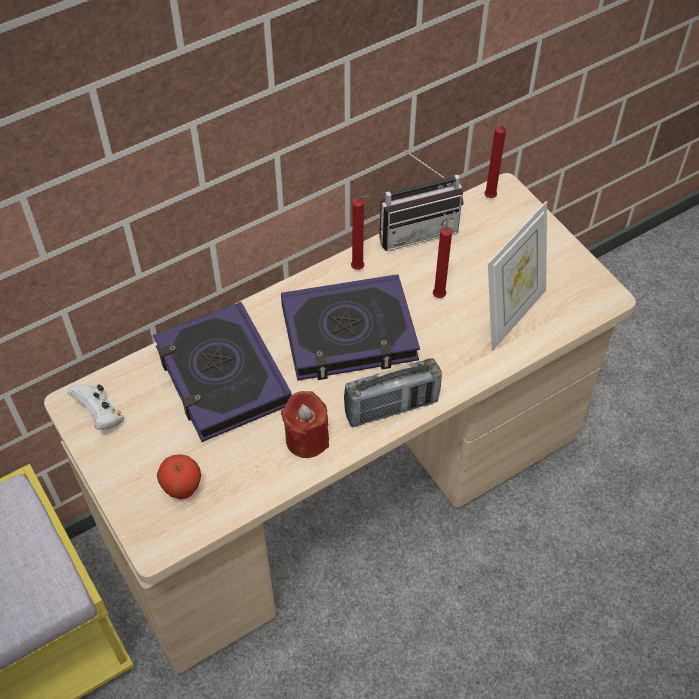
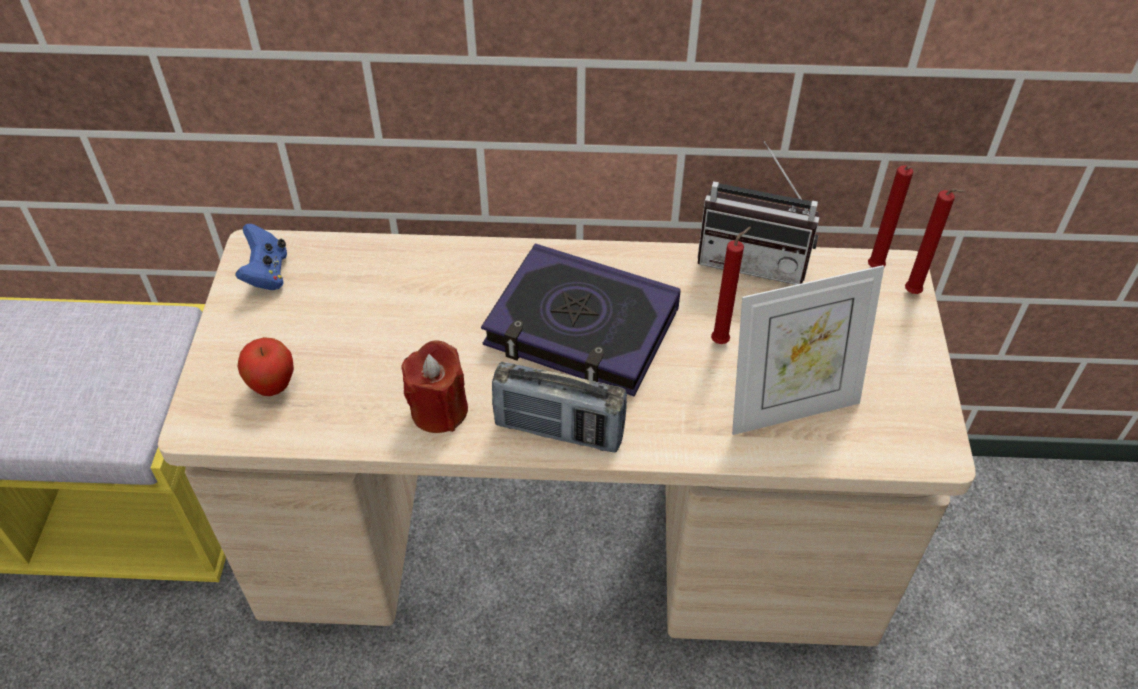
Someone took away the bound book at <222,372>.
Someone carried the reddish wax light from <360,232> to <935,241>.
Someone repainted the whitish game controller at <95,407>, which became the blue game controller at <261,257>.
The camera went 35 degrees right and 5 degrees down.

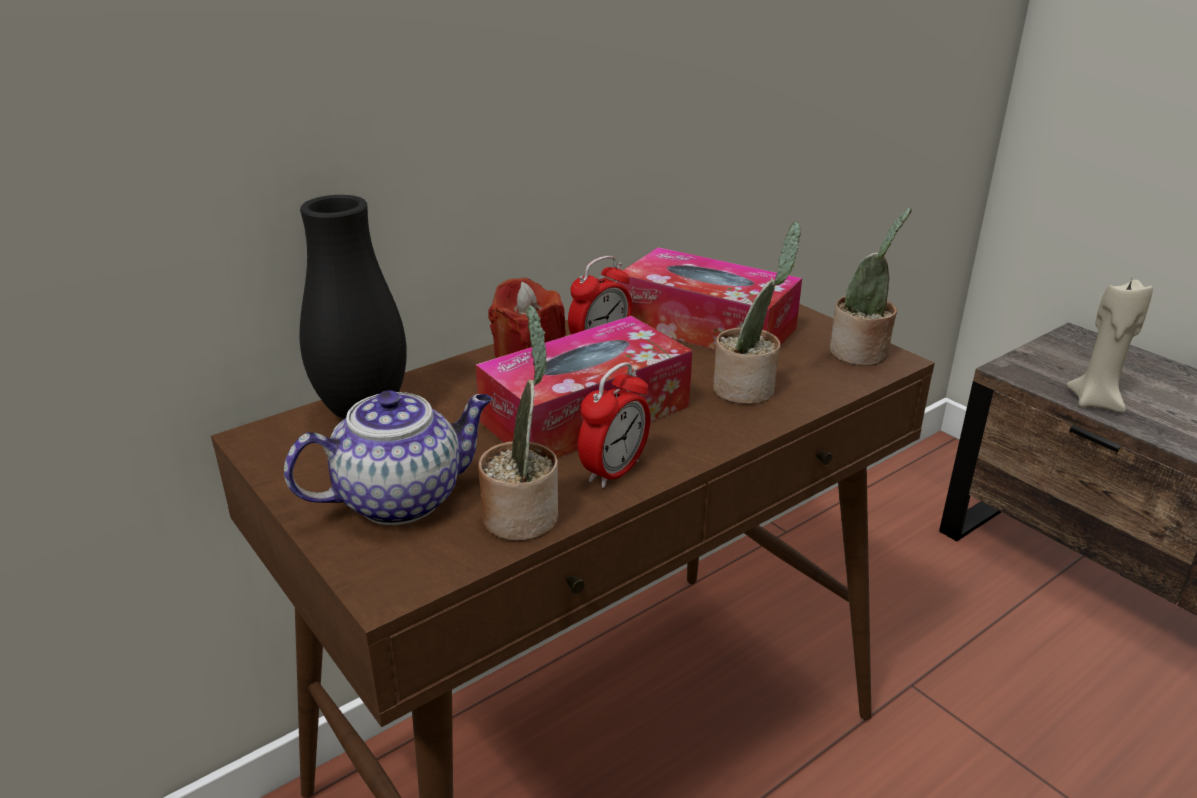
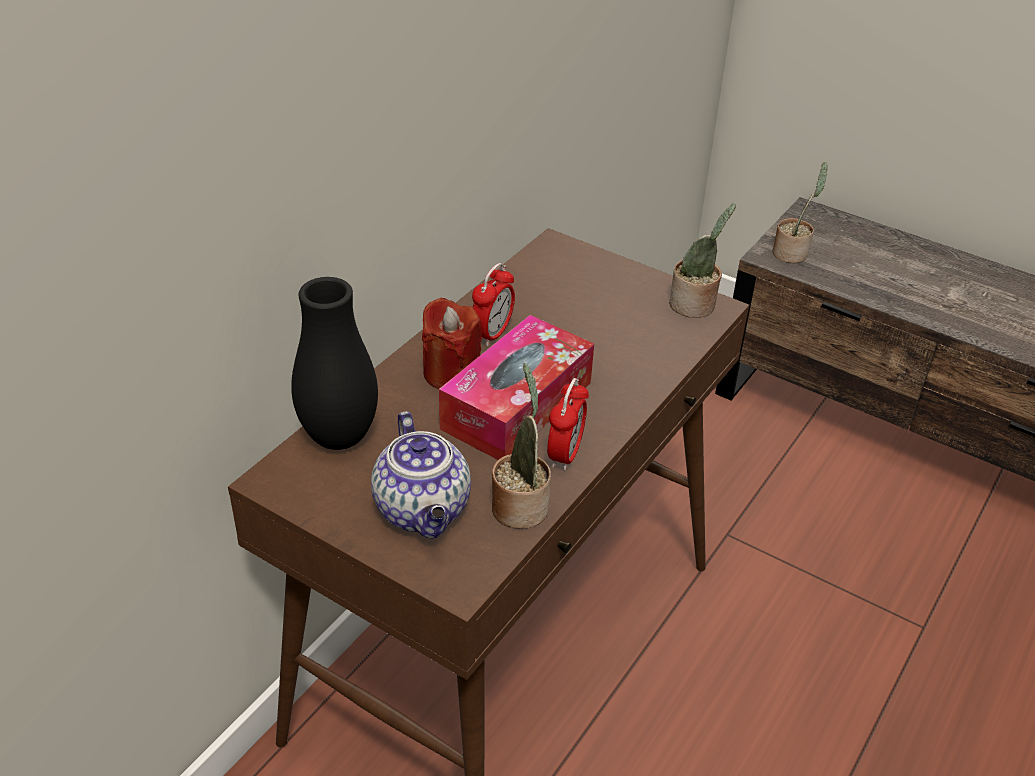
Someone took away the tissue holder at <710,298>.
Someone took away the beige-coloured wax light at <1109,345>.
Someone carried the potted plant from <757,313> to <800,212>.
Someone rotated the pot for tea at <388,457> by 120 degrees clockwise.
The camera went 20 degrees left and 10 degrees up.

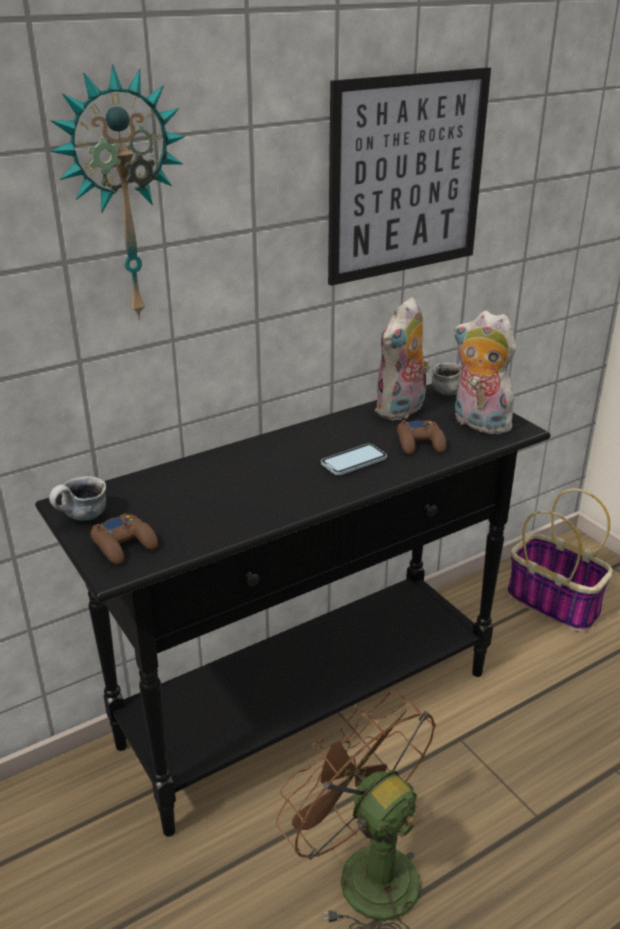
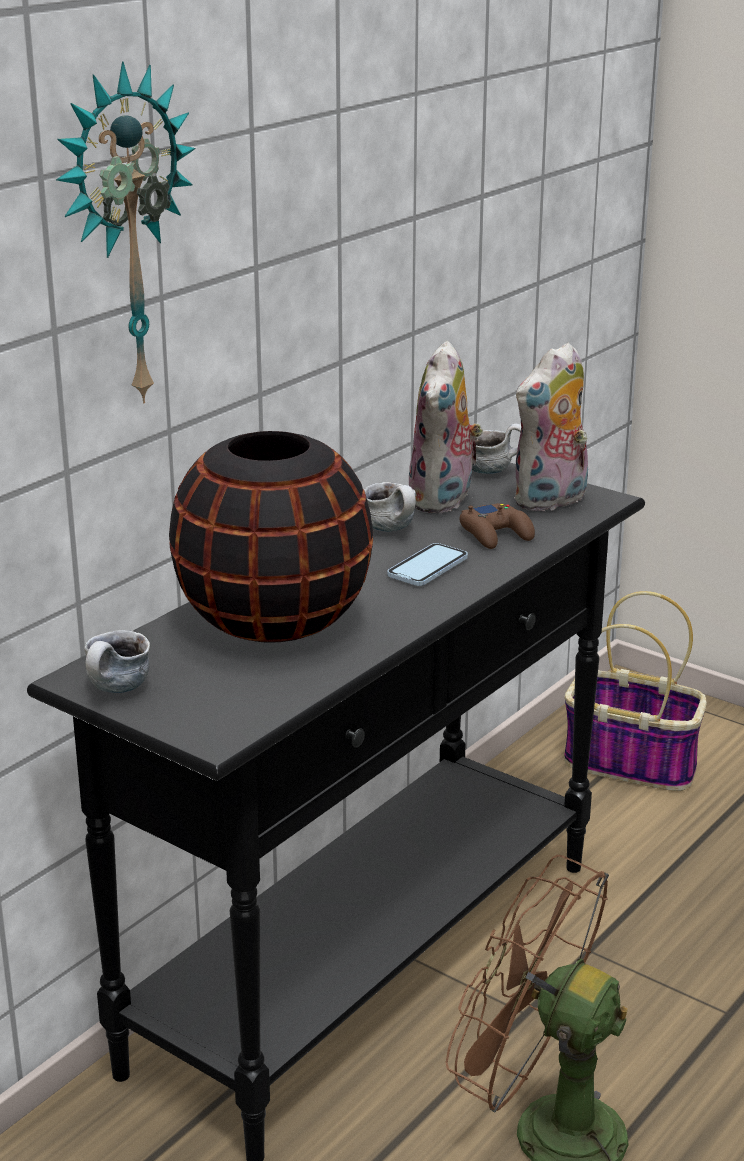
Someone took away the brown game controller at <124,539>.
Someone took away the wall art at <409,176>.
Someone put down the blackish decorative vase at <271,537>.
Someone put down the mug at <390,507>.
Someone rotated the plush toy at <484,373> by 60 degrees counterclockwise.
The camera went 20 degrees left and 5 degrees down.

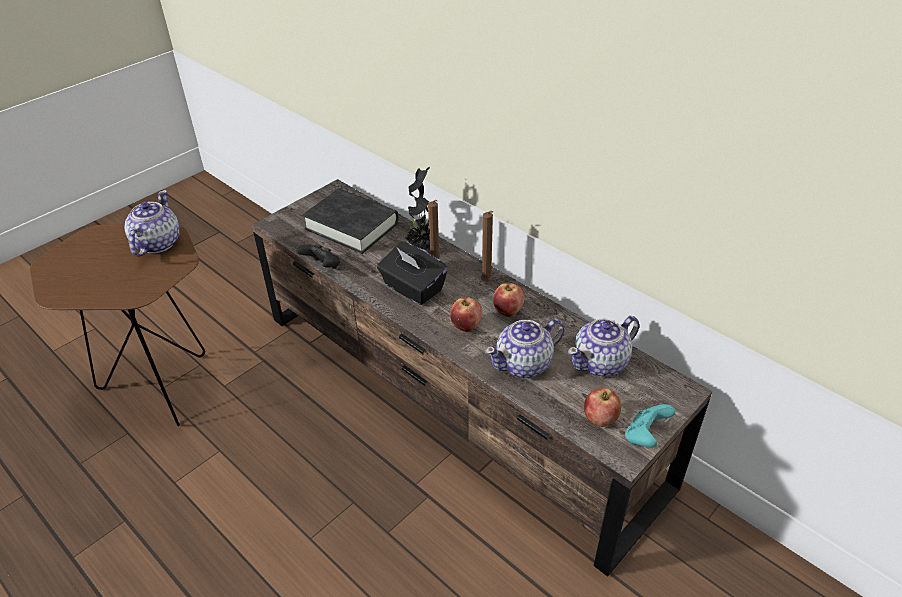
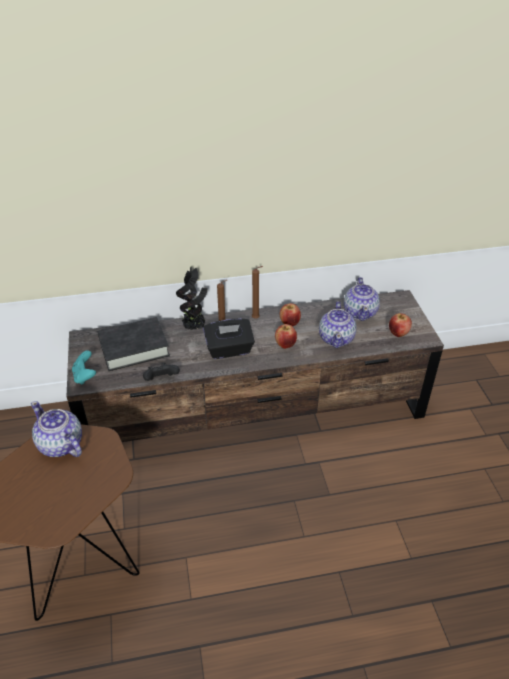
Someone carried the turquoise-coloured game controller from <650,426> to <84,367>.
The camera went 55 degrees left and 0 degrees up.

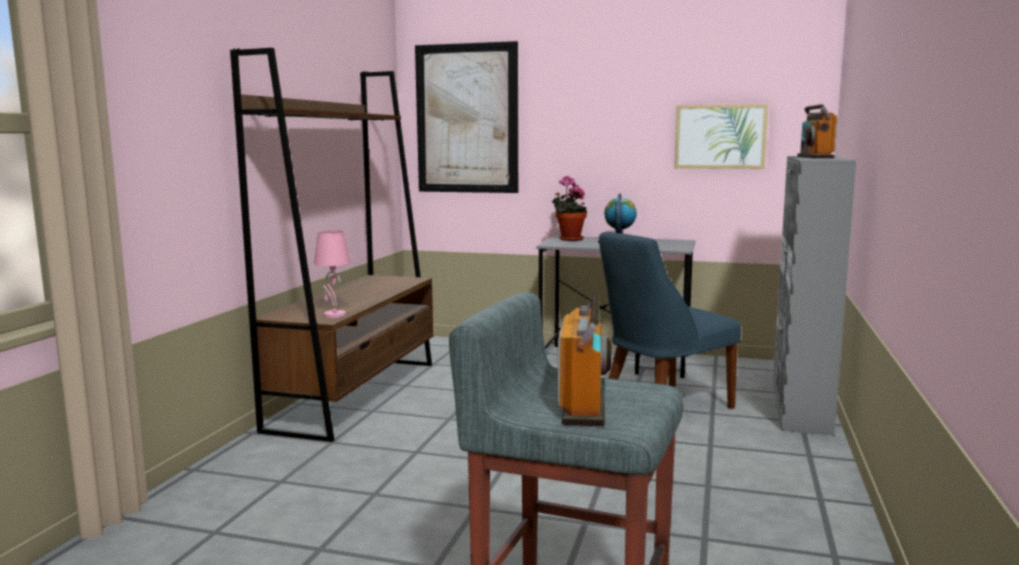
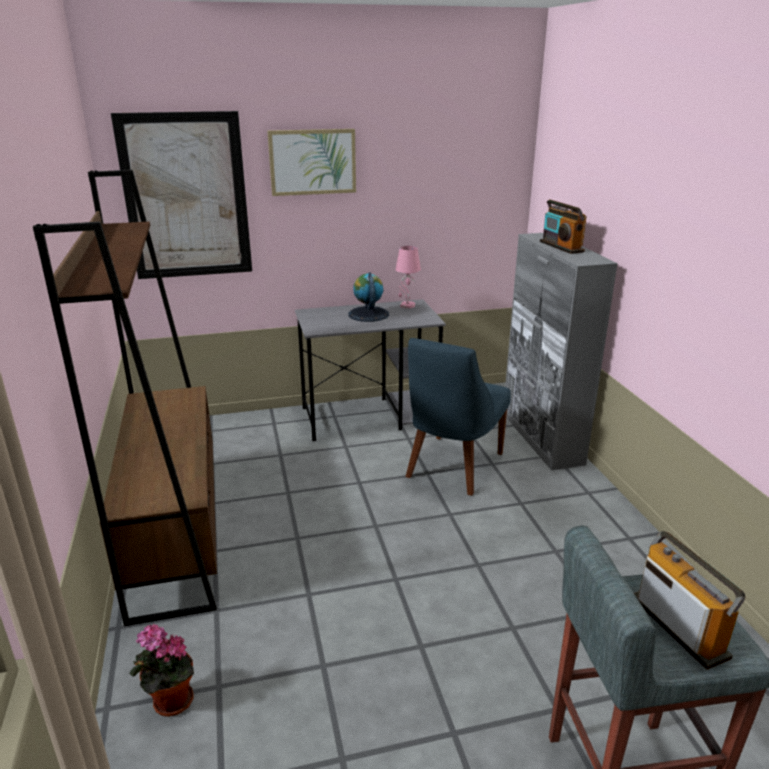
Someone carried the pink-coloured tabletop lamp from <332,274> to <408,277>.
Someone carried the potted plant from <569,208> to <161,670>.
Someone carried the wall art from <721,136> to <311,162>.
The camera went 30 degrees left and 15 degrees up.

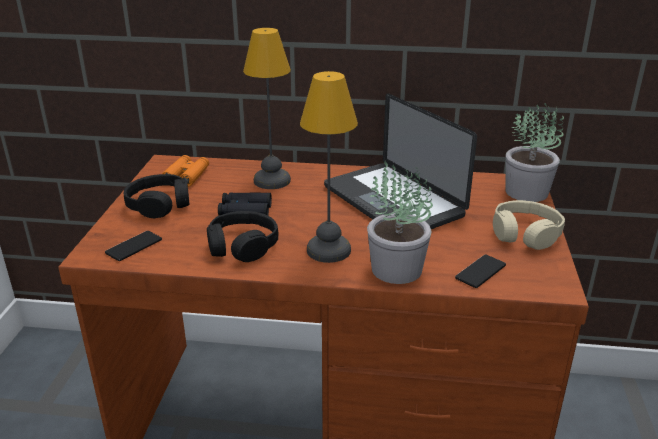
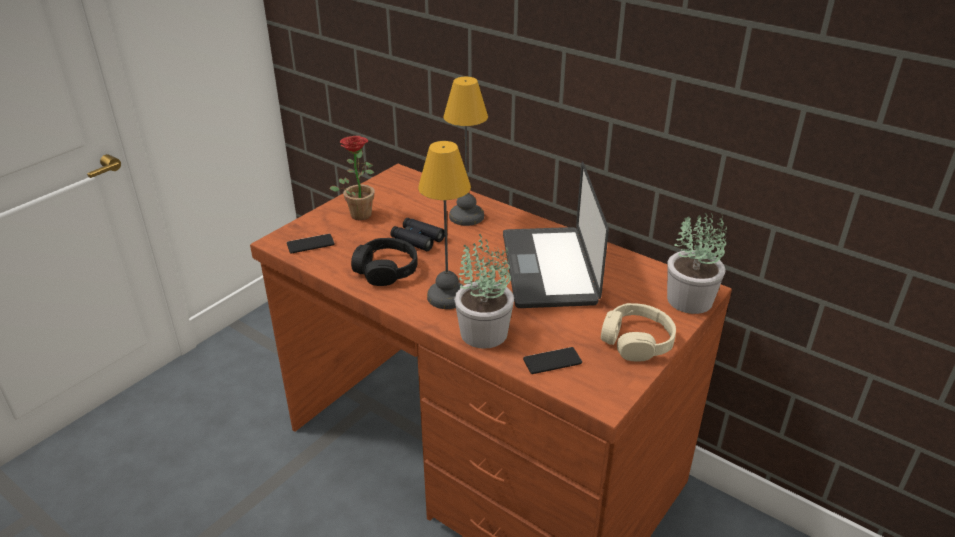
Someone took away the orange-coloured field glasses at <185,171>.
Someone swapped the blackish headset at <157,196> for the potted plant at <352,178>.
The camera went 30 degrees right and 5 degrees up.

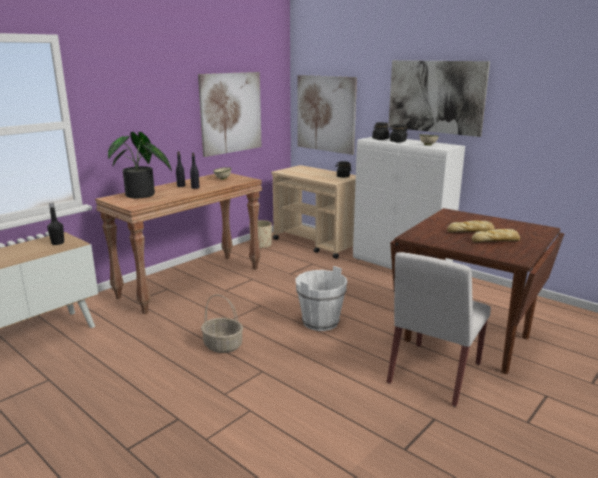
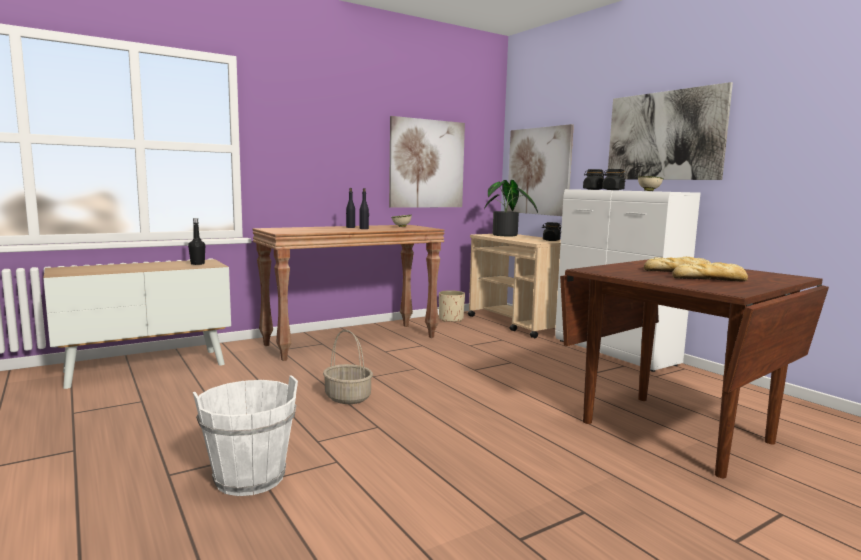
Someone took away the whitish chair at <439,329>.
Someone carried the potted plant from <140,165> to <511,208>.
Someone carried the whitish bucket from <321,298> to <245,435>.
The camera went 15 degrees right and 10 degrees down.

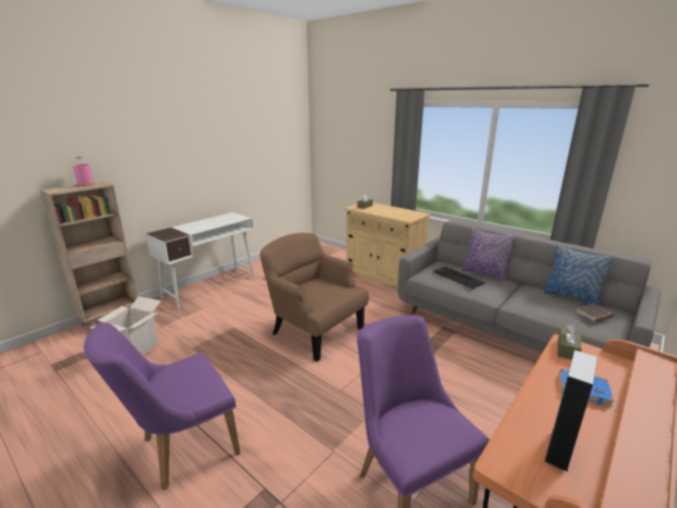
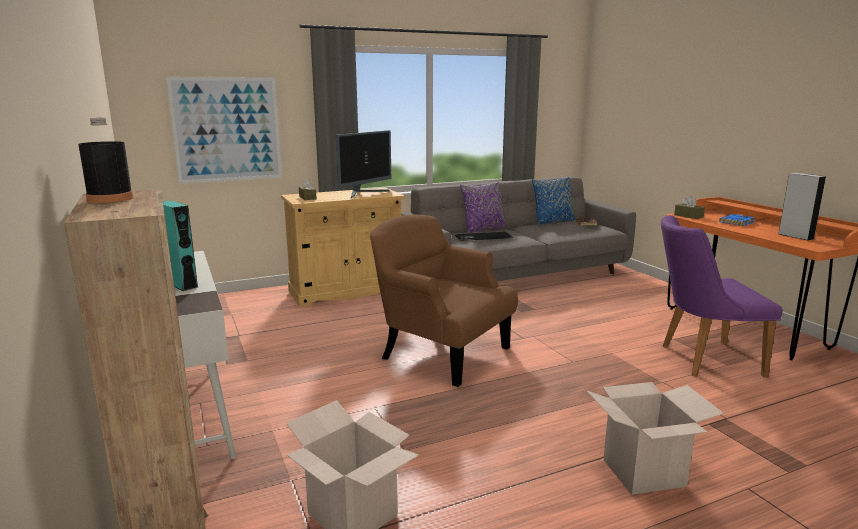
Someone put down the turquoise-coloured audio speaker at <181,245>.
Someone put up the wall art at <224,130>.
Someone put down the monitor at <363,164>.
Someone swapped the purple chair at <162,406> for the packing box at <655,438>.
Someone repainted the pink-coloured bottle at <83,171>, which became the blackish bottle at <105,160>.
Someone rotated the brown armchair at <314,297> by 60 degrees clockwise.
The camera went 65 degrees left and 5 degrees down.

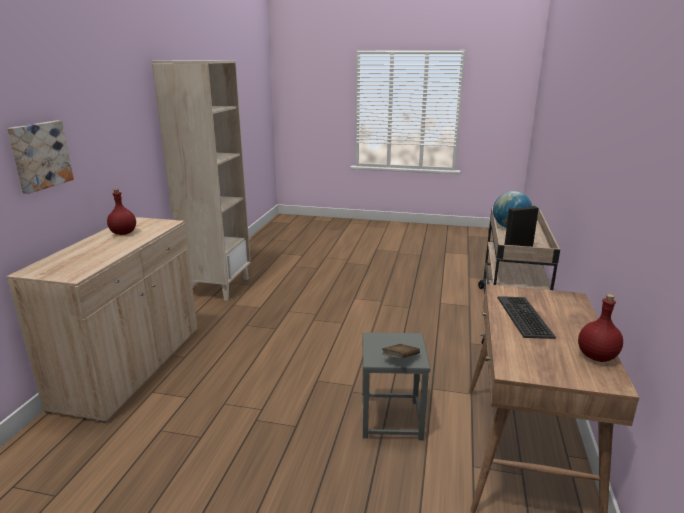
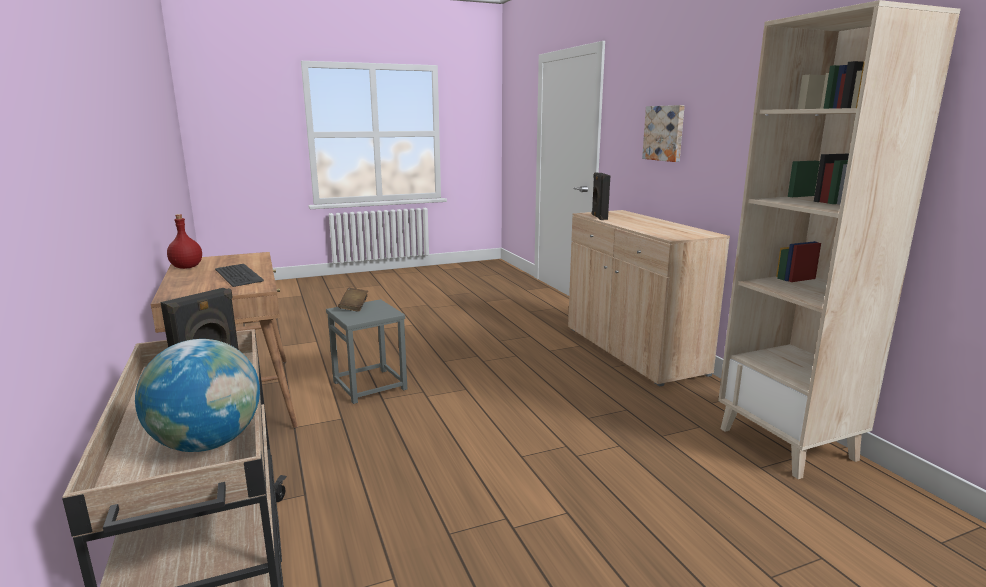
Someone took away the reddish bottle at <121,212>.
Someone put down the blackish audio speaker at <601,196>.
The camera went 145 degrees right and 5 degrees down.

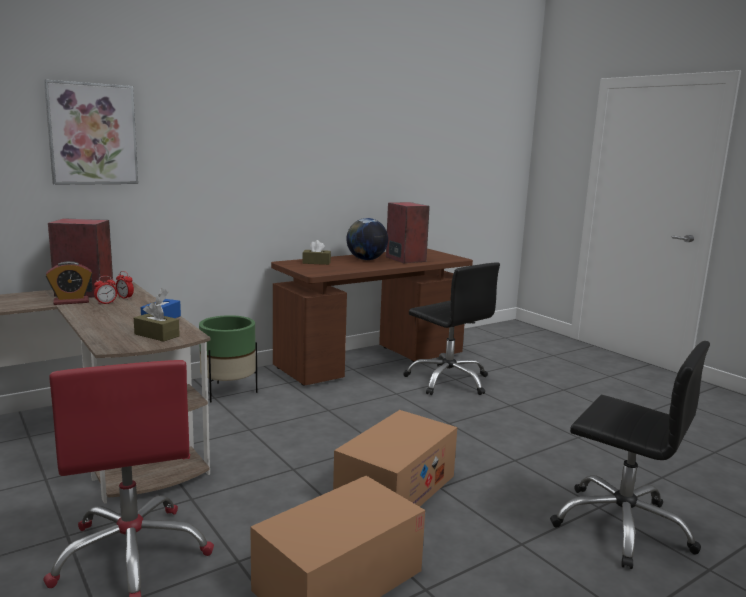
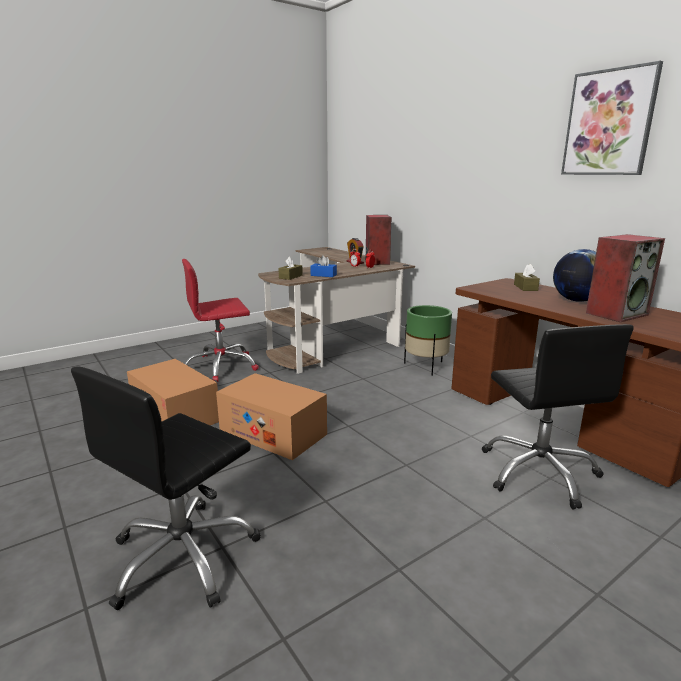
Someone carried the wall art from <91,132> to <612,118>.
Someone rotated the blackish computer chair at <451,328> by 60 degrees counterclockwise.
The camera went 90 degrees right and 5 degrees up.

